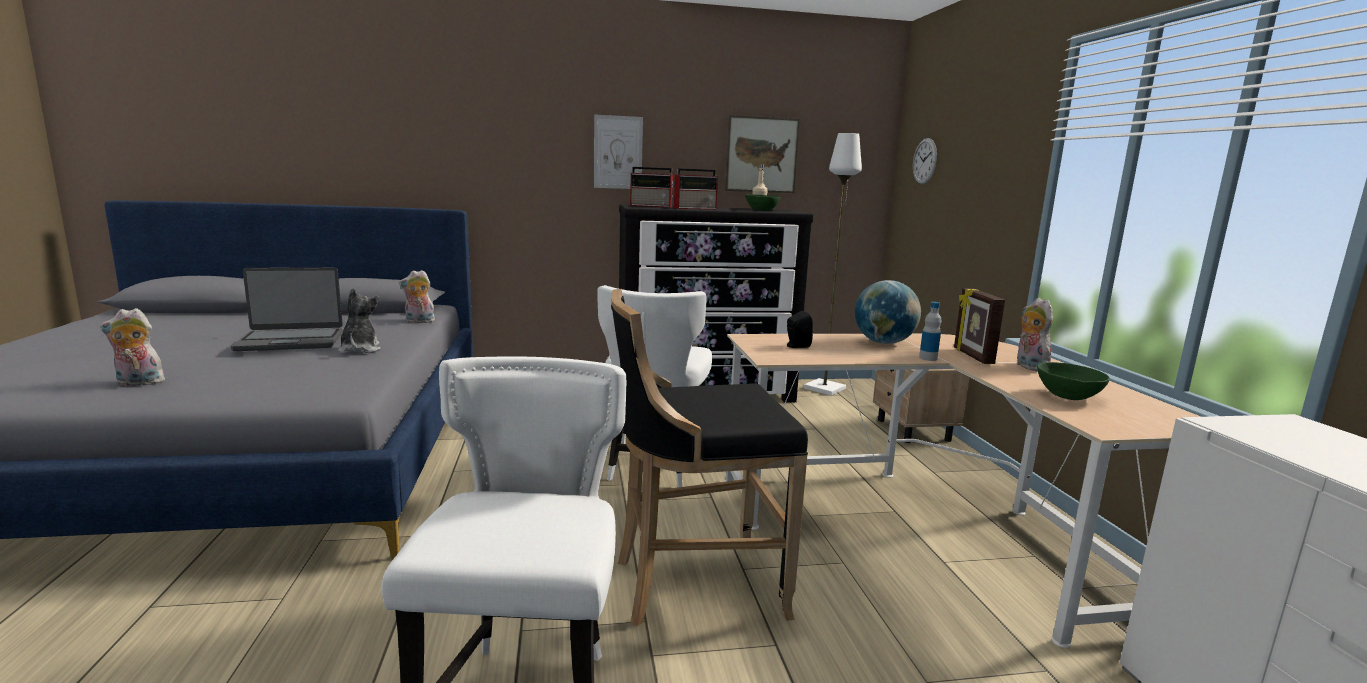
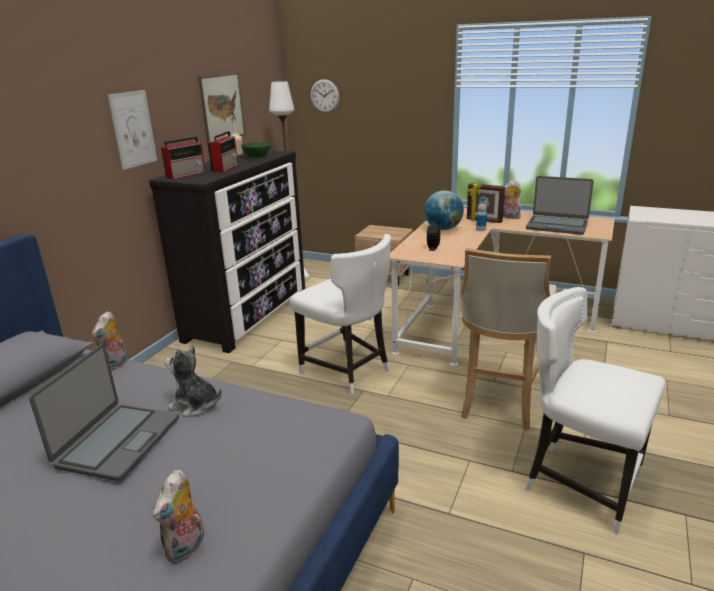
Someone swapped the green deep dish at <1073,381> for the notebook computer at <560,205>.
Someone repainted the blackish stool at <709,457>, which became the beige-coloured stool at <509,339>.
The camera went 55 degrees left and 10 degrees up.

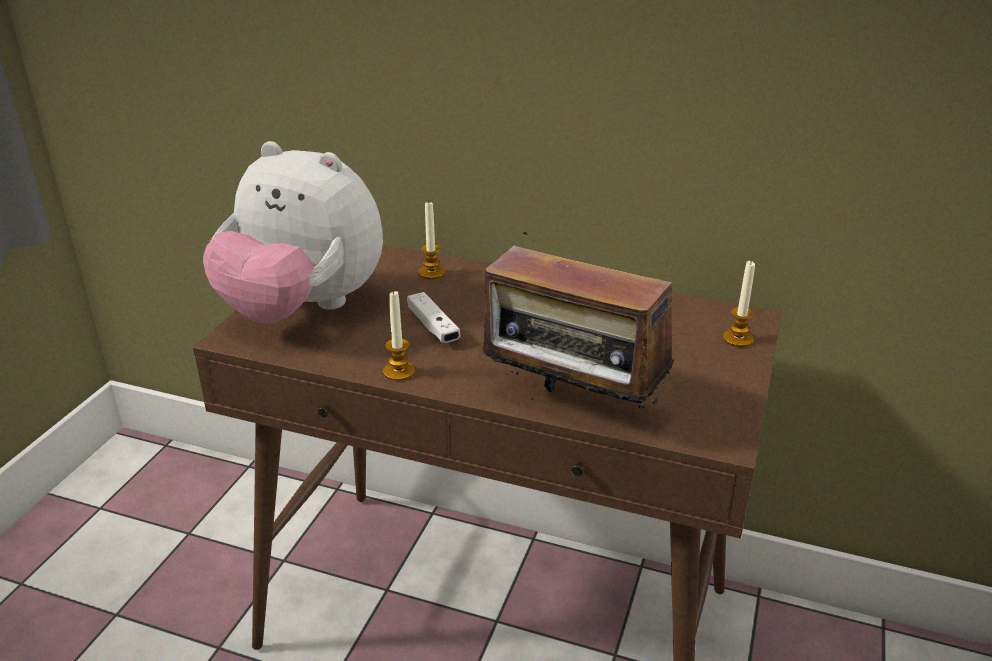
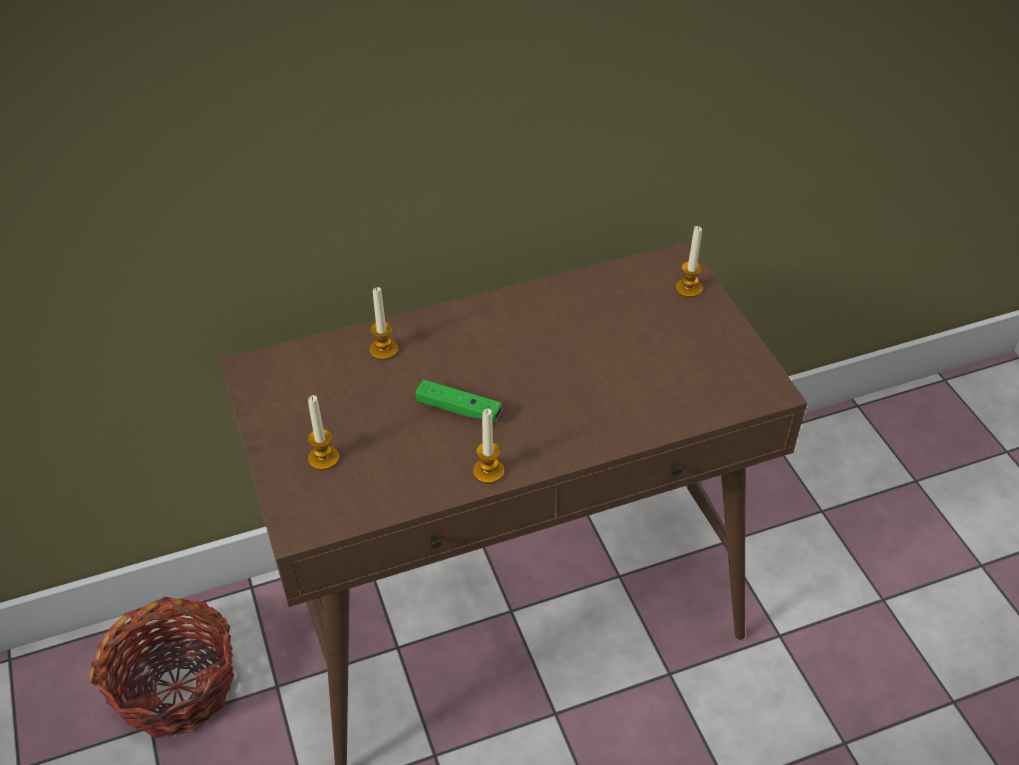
Someone took away the radio set at <578,320>.
Someone put down the storage basket at <161,667>.
Someone swapped the plush toy at <293,232> for the wax light at <323,432>.
Someone repainted the whitish game controller at <434,317>, which became the green game controller at <458,401>.
The camera went 40 degrees left and 15 degrees up.

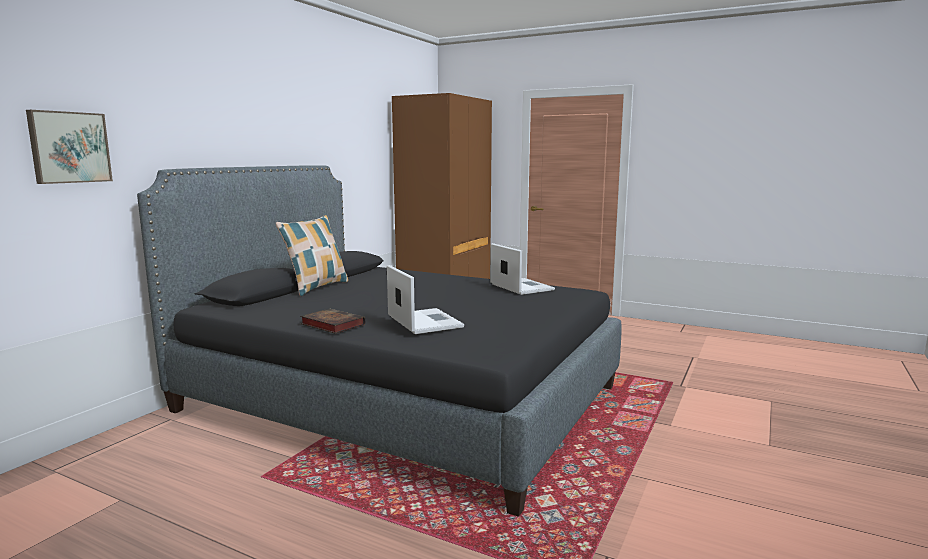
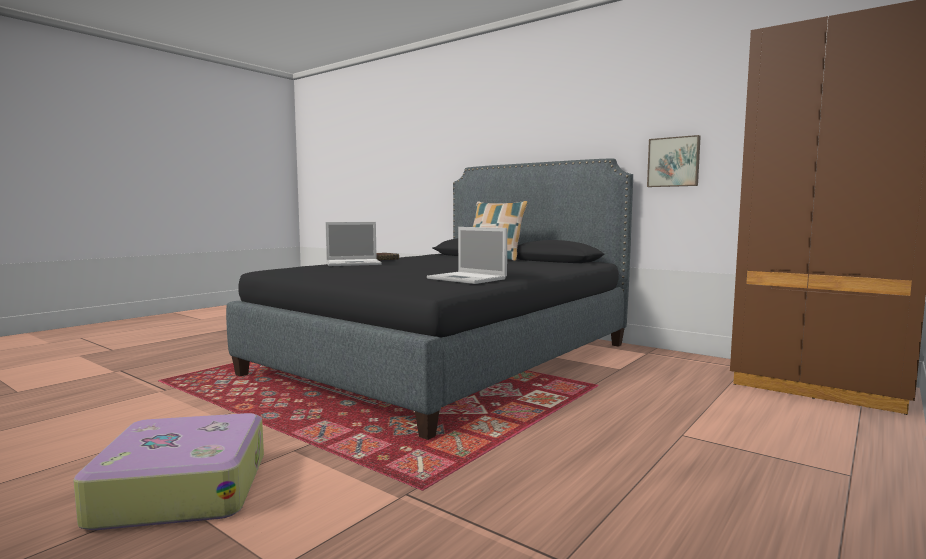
Someone put down the suitcase at <168,471>.
Someone carried the wall art from <69,147> to <674,161>.
Someone rotated the notebook computer at <522,269> by 60 degrees clockwise.
The camera went 100 degrees right and 5 degrees down.

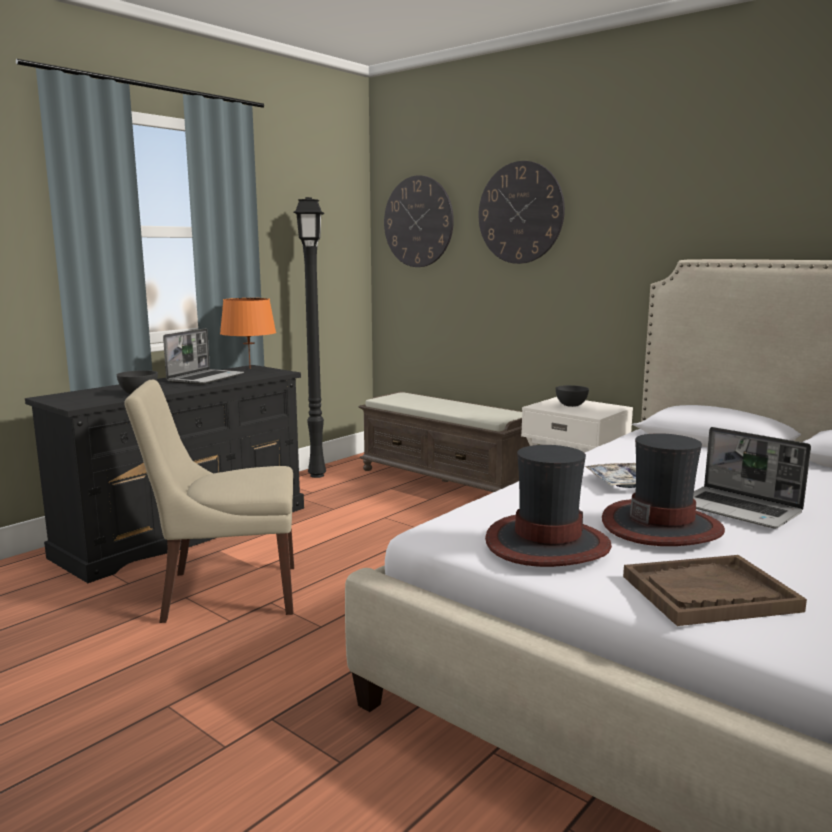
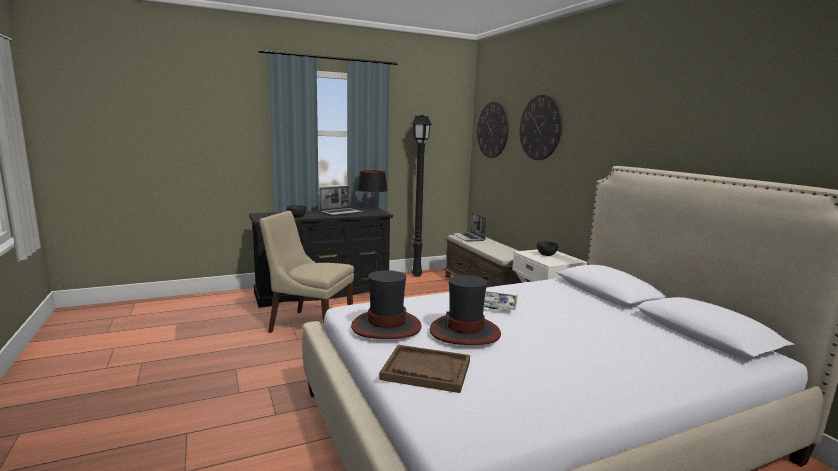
Someone carried the notebook computer from <752,478> to <469,227>.
Someone repainted the orange-coloured tabletop lamp at <248,333>, which became the blackish tabletop lamp at <372,187>.
The camera went 25 degrees right and 0 degrees up.

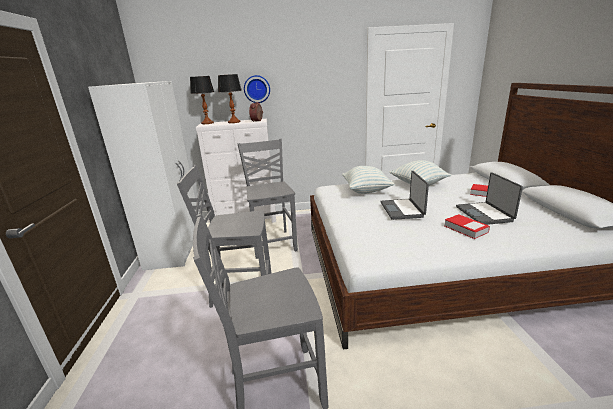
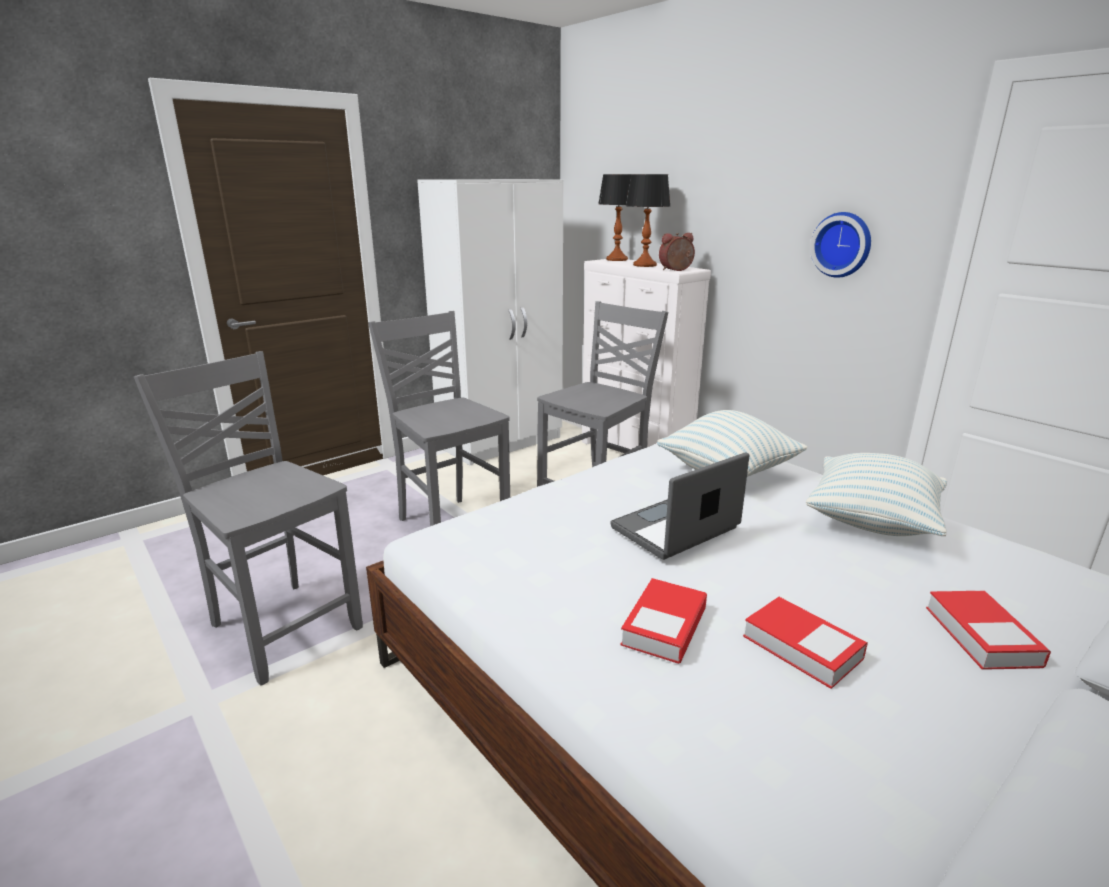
Someone carried the hanging clock from <257,89> to <840,245>.
Someone swapped the notebook computer at <489,198> for the bound book at <805,643>.
The camera went 55 degrees right and 0 degrees up.

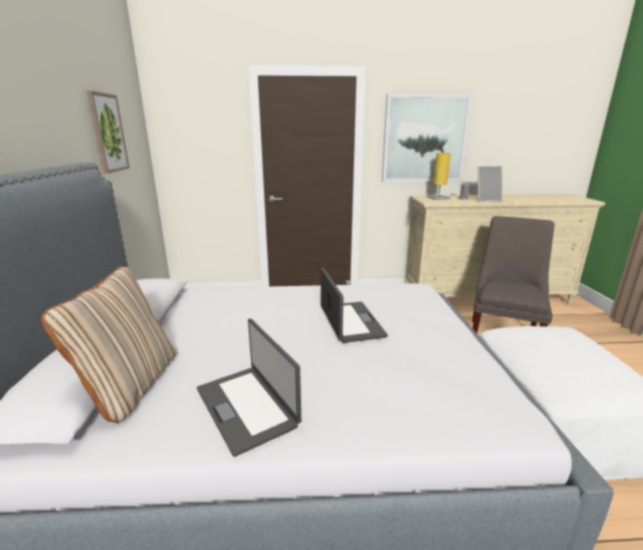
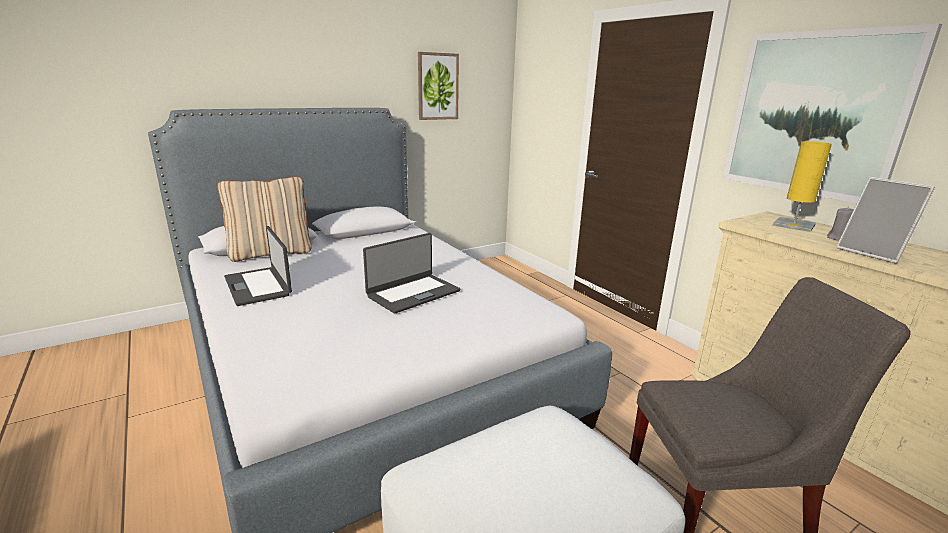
Someone rotated the notebook computer at <249,388> by 60 degrees counterclockwise.
The camera went 60 degrees right and 0 degrees up.

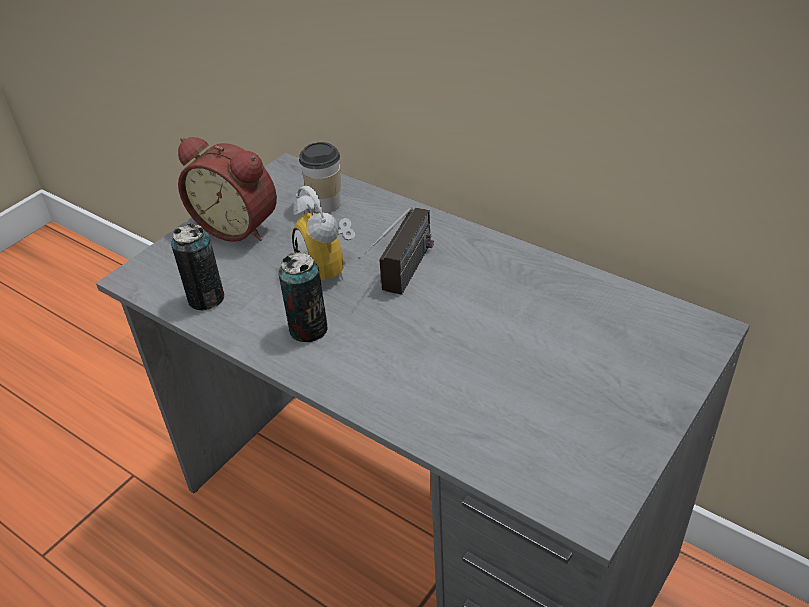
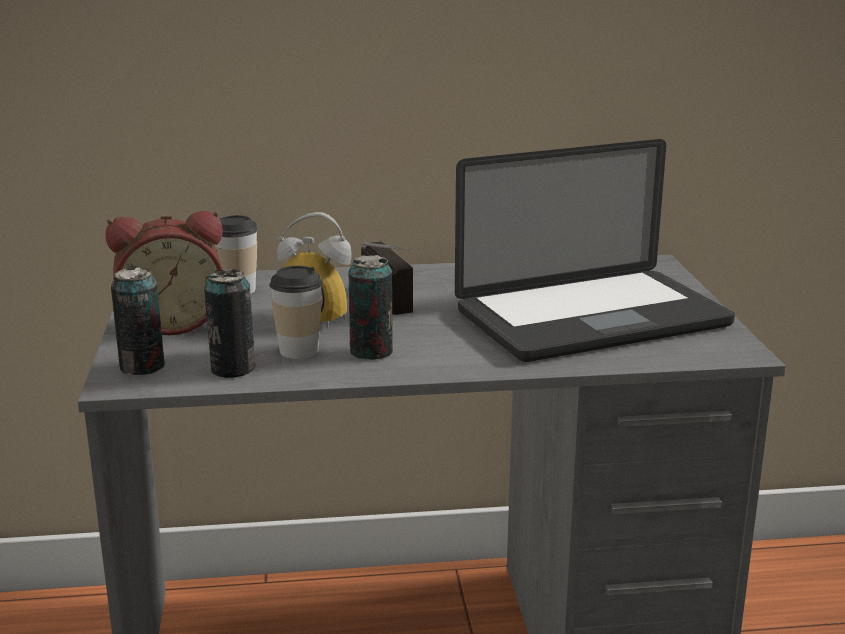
Someone put down the can at <138,321>.
Someone put down the cup at <296,312>.
Someone put down the notebook computer at <595,250>.
The camera went 45 degrees left and 20 degrees down.

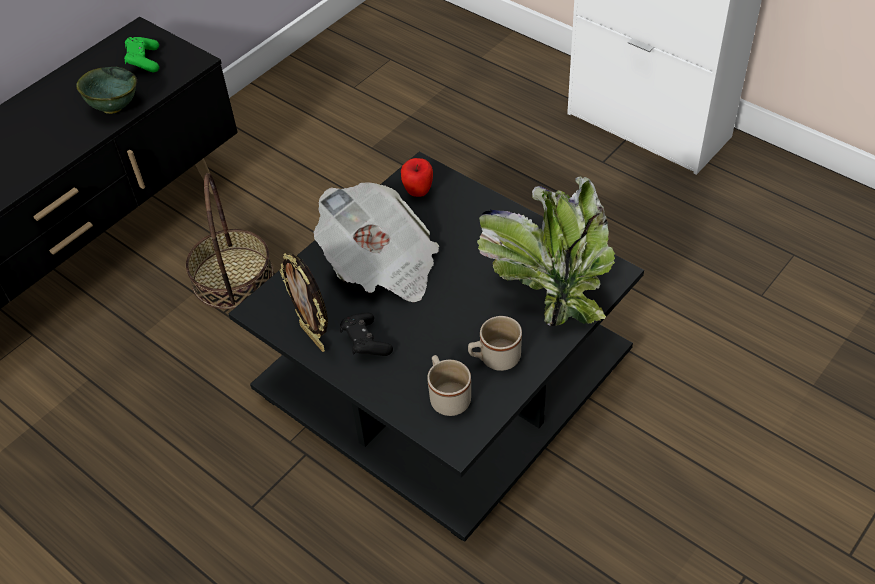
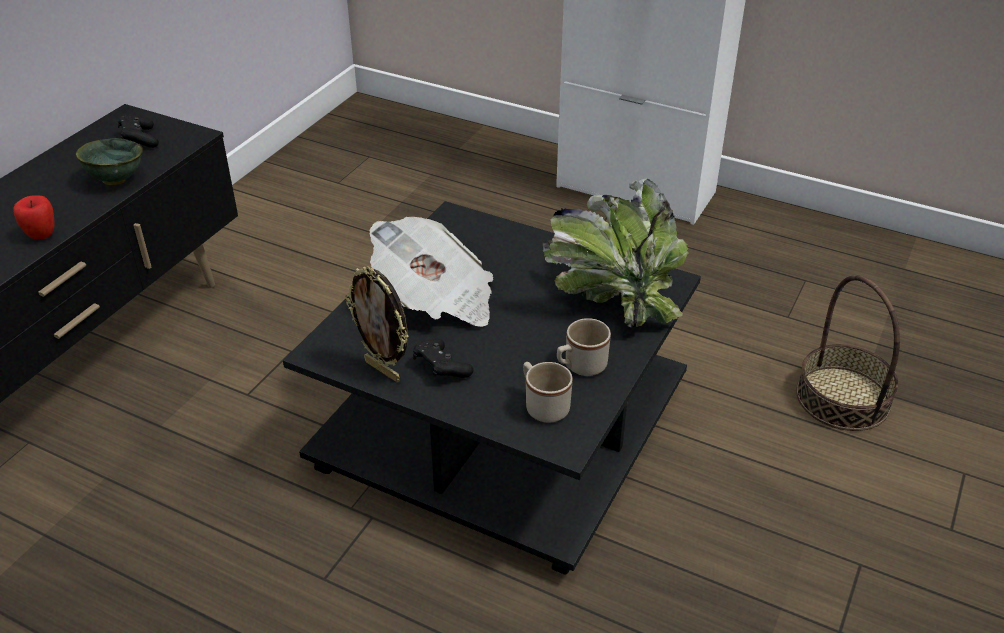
Someone carried the storage basket from <230,241> to <848,353>.
Someone carried the apple fruit from <417,177> to <34,217>.
Someone repainted the green game controller at <141,54>, which became the blackish game controller at <138,131>.
The camera went 15 degrees left and 10 degrees down.

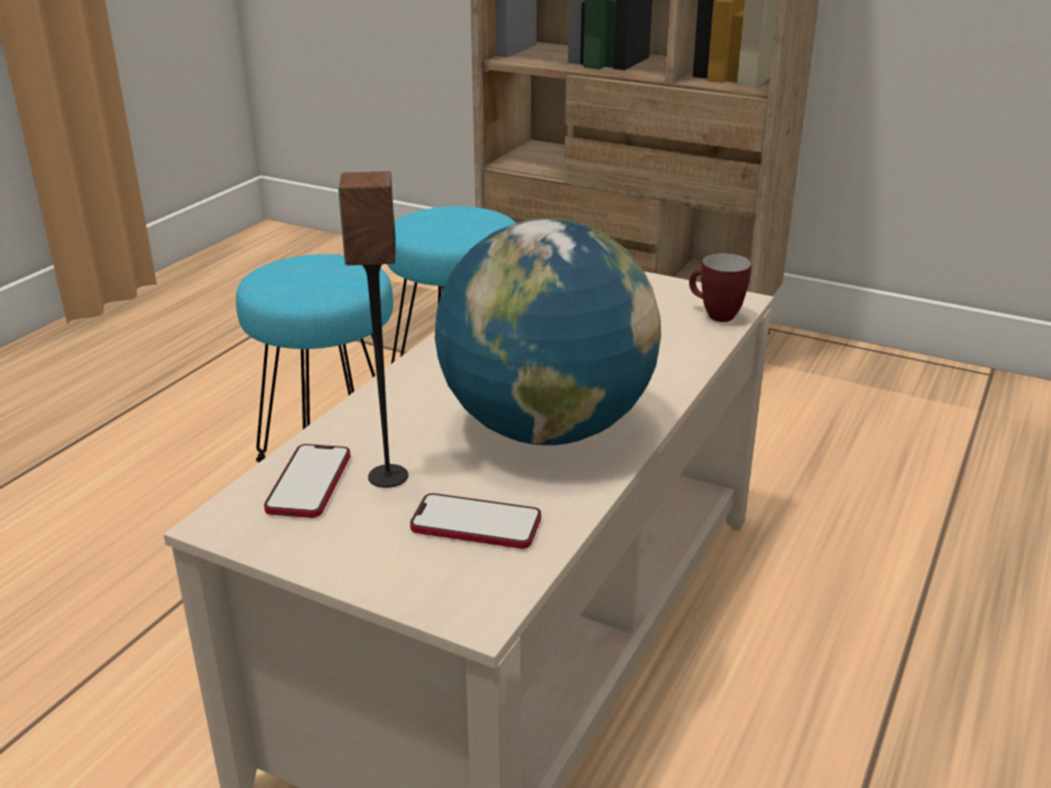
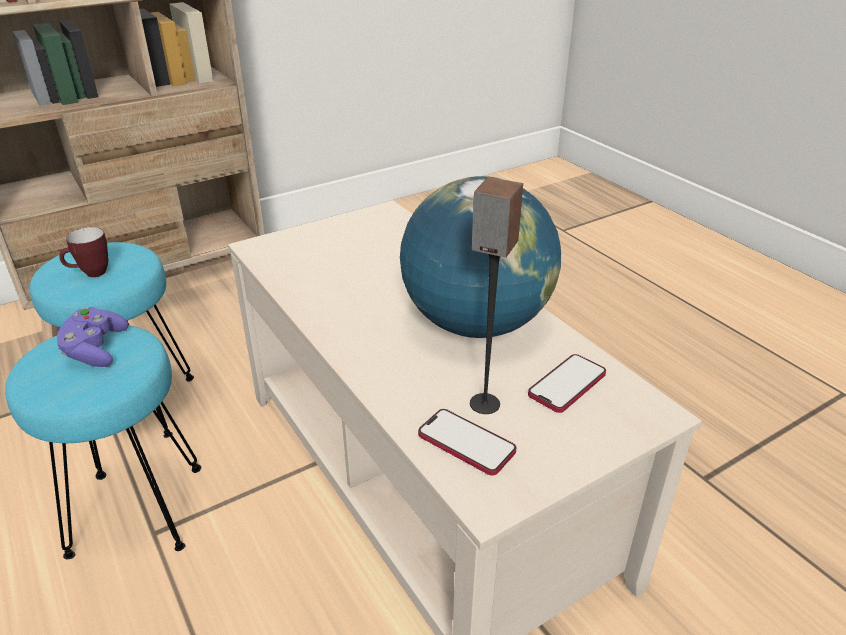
Someone put down the purple game controller at <93,337>.
Someone carried the mug from <720,287> to <83,252>.
The camera went 60 degrees left and 5 degrees up.

